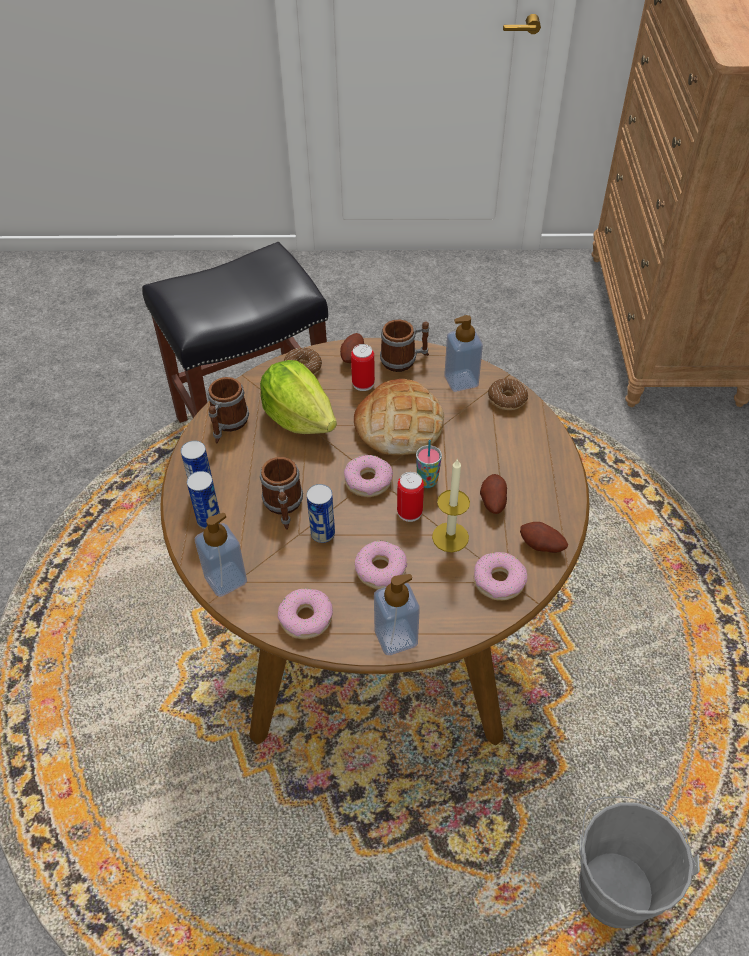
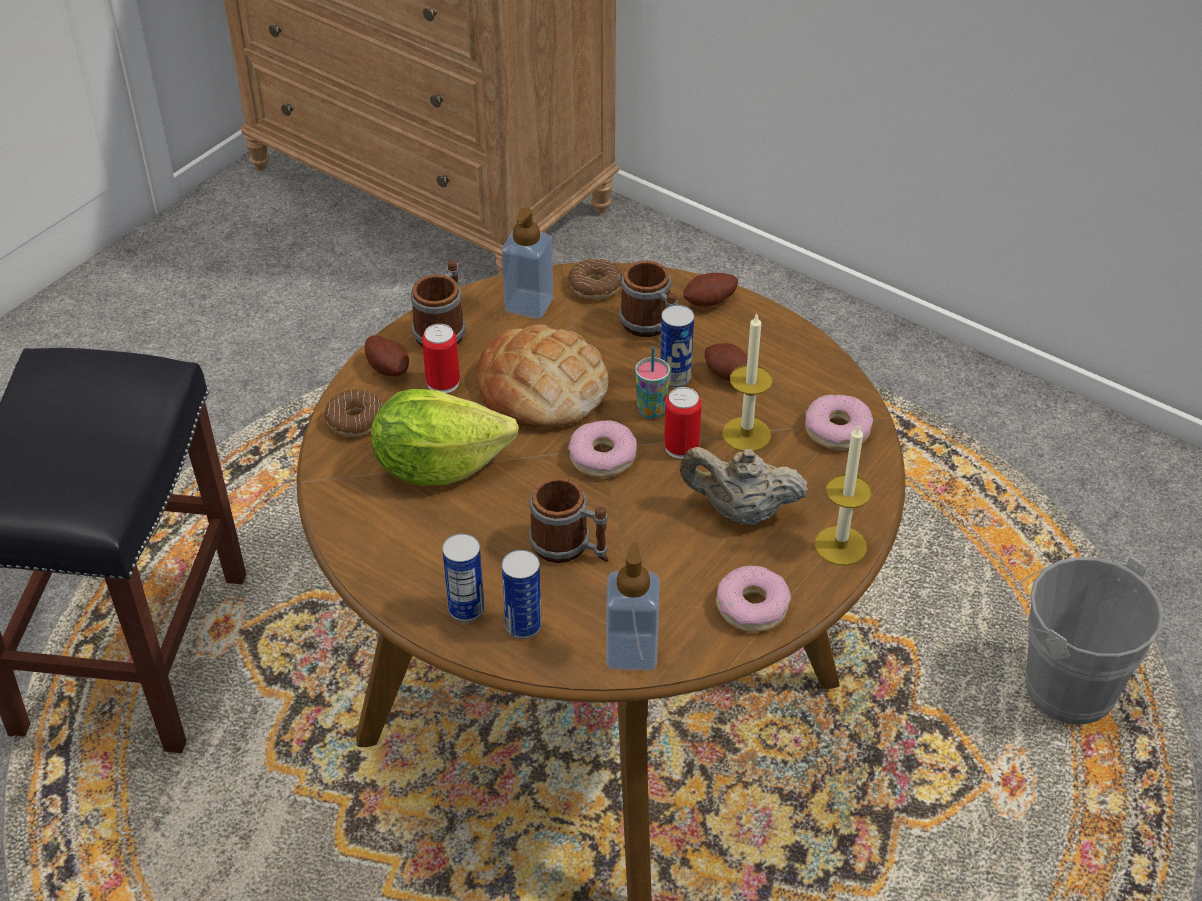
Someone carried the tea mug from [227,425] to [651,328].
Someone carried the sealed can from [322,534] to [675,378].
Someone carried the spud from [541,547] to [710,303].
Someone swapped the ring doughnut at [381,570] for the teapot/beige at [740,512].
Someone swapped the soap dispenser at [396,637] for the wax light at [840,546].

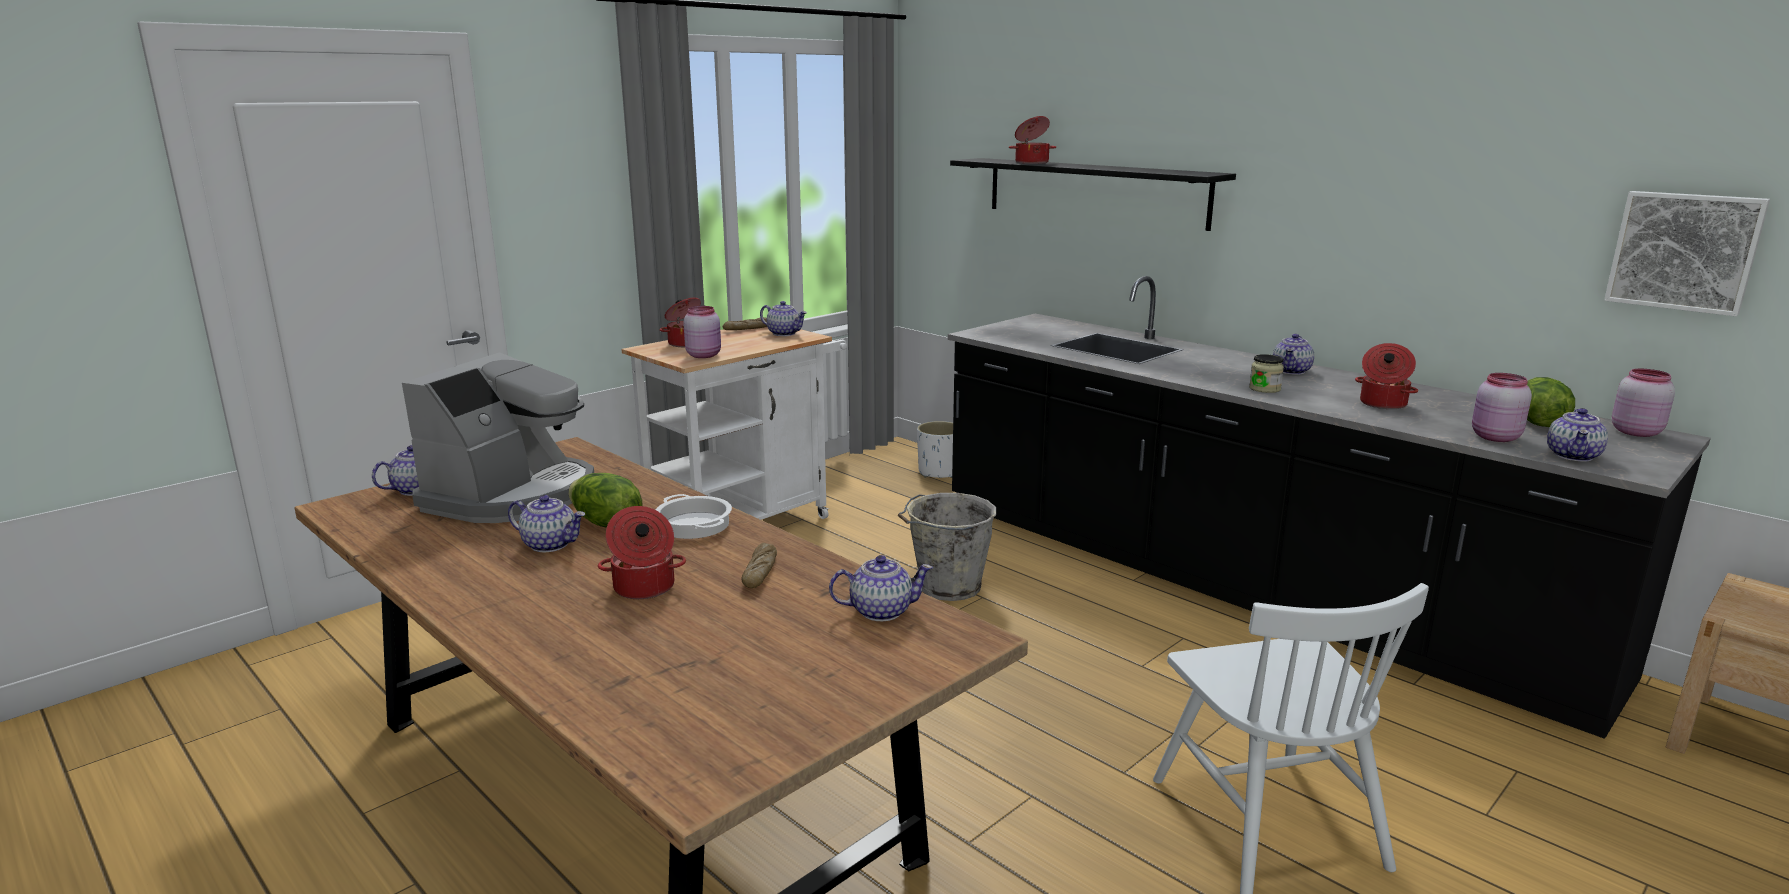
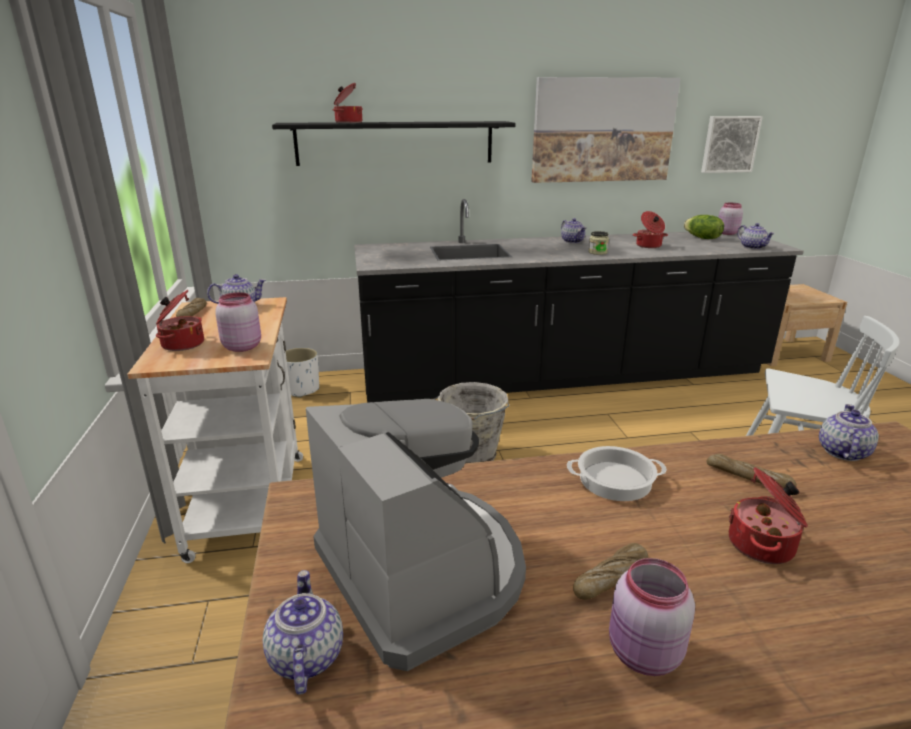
Someone took away the head of lettuce at [606,523].
Someone put up the wall art at [603,130].
Someone carried the preserve jar/pinkish from [1494,437] to [643,655].
Someone swapped the teapot at [551,544] for the bread at [611,578].

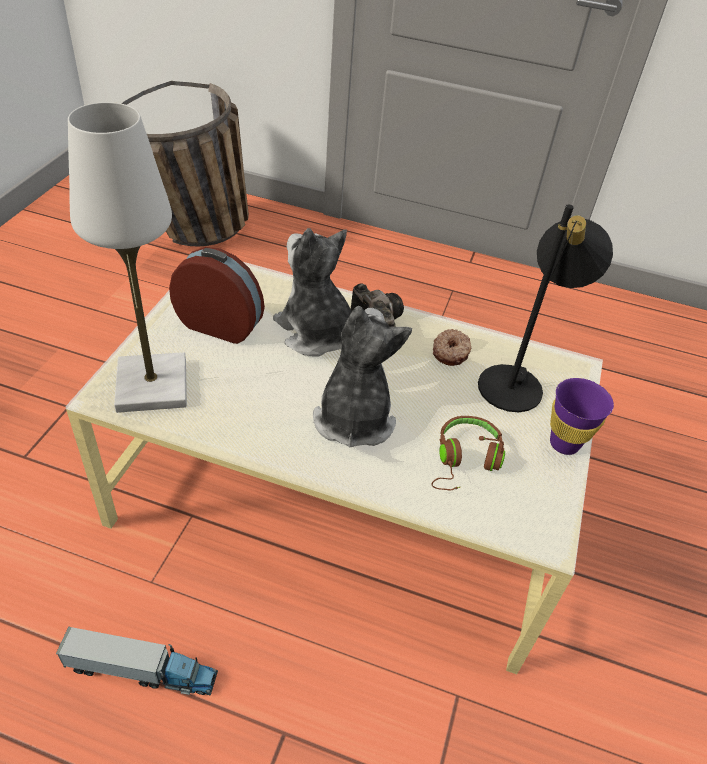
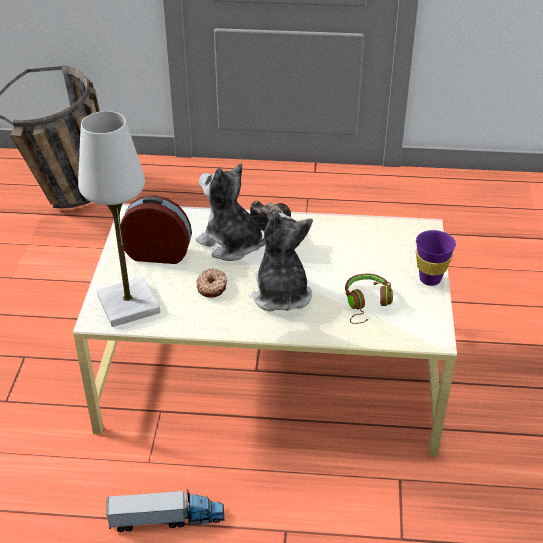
Someone took away the table lamp/blackish at [518,382].
Someone carried the ring doughnut from [451,352] to [212,287].

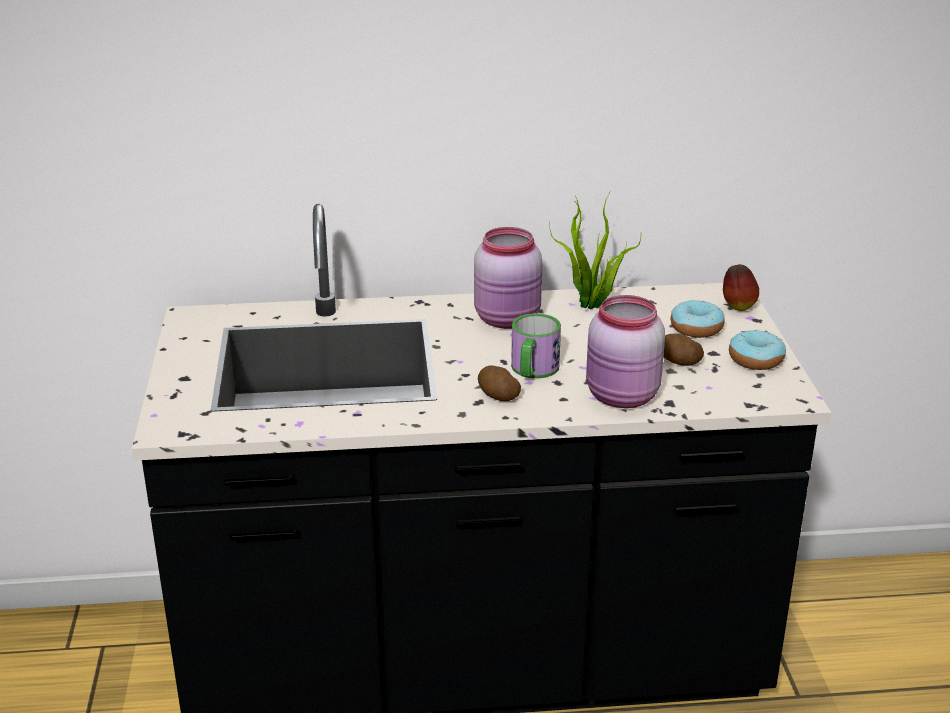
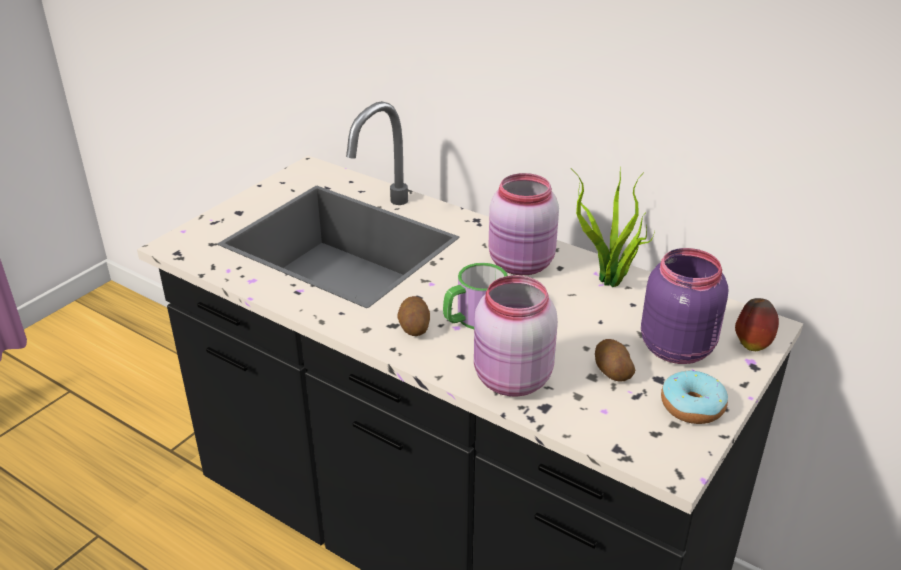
Someone swapped the ring doughnut at [696,328] for the preserve jar/purple-coloured at [678,347].

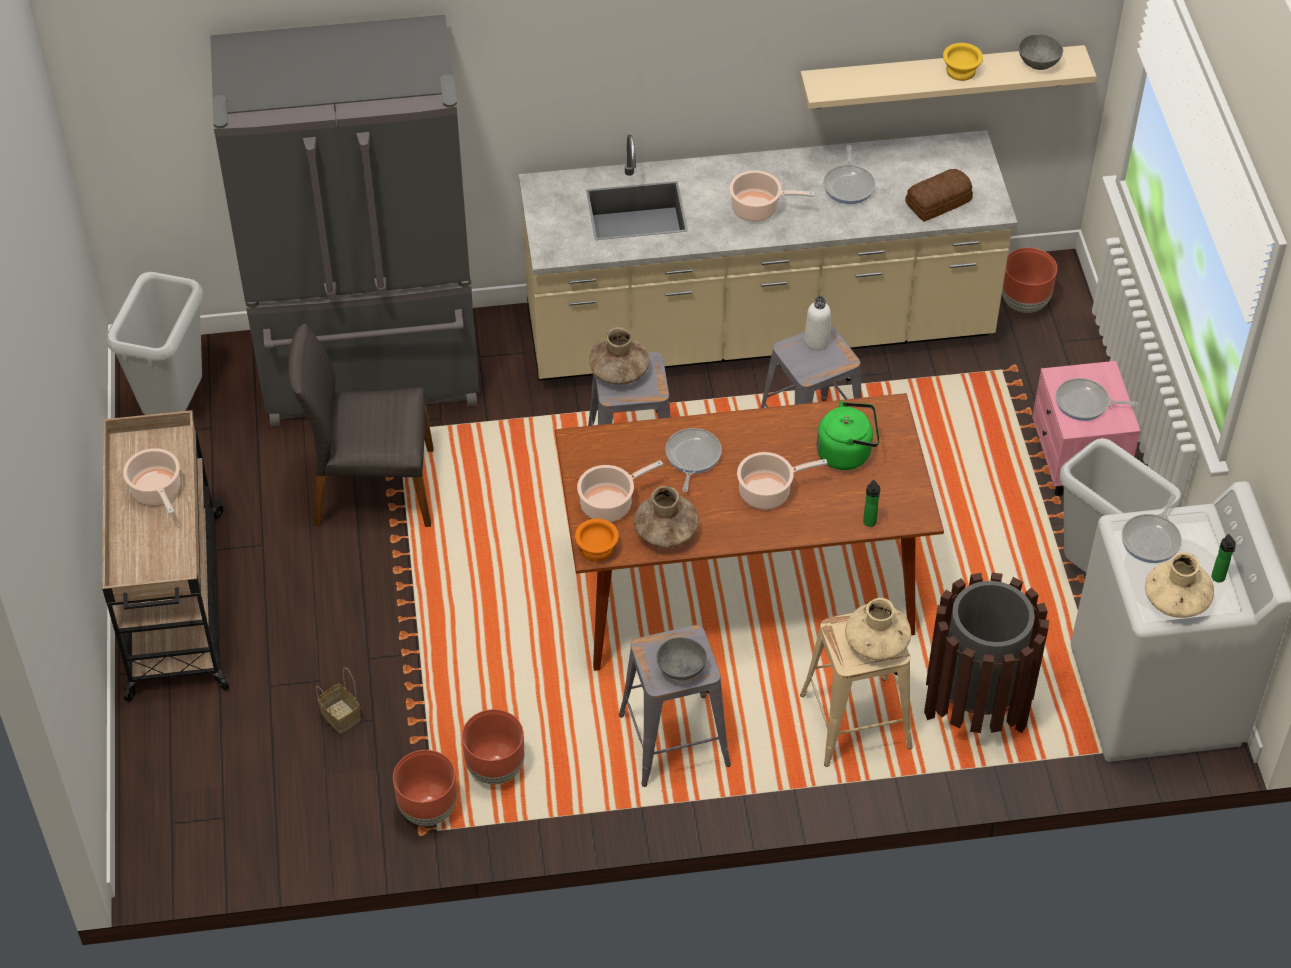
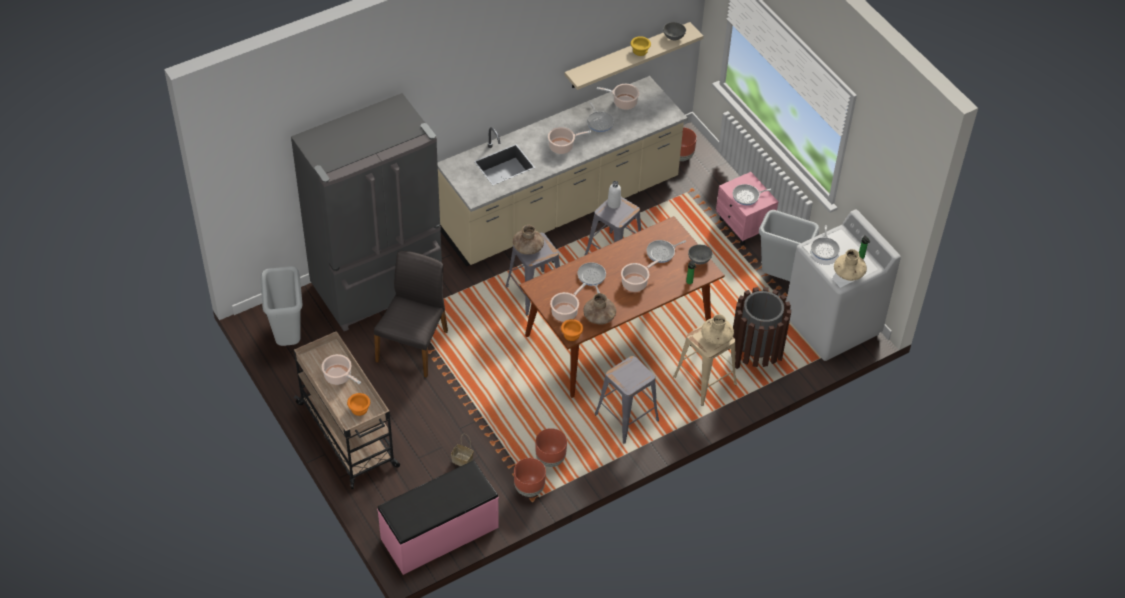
Someone took away the bread at [939,202].
Someone put down the bowl/orange-coloured at [359,409].
Someone put down the long seat/pinkish at [440,534].
Someone put down the cooking pot at [623,102].
Someone carried the bowl/gray from [682,670] to [699,260].
Someone swapped the tea kettle/greenish at [847,453] for the frying pan at [662,252].
Someone rotated the upright chair/gray at [372,488] by 135 degrees clockwise.

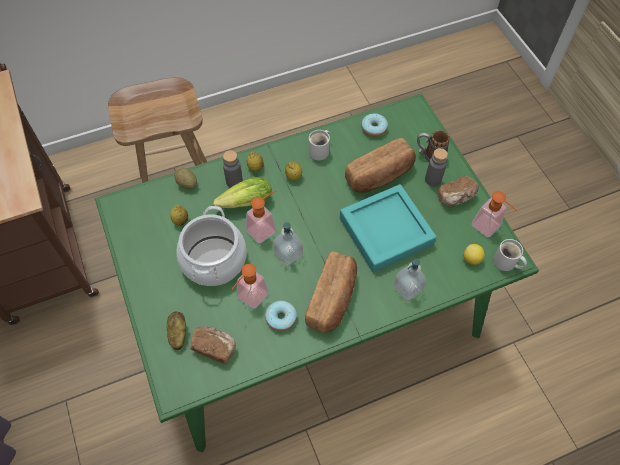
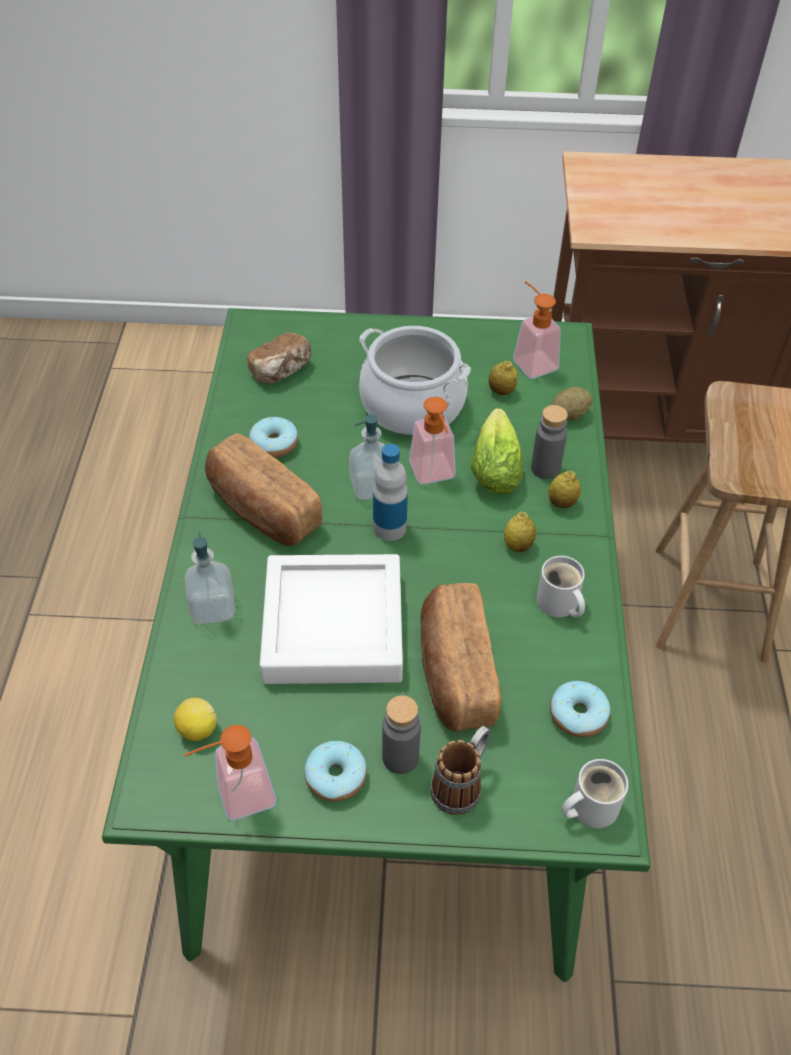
Someone took away the spud at [177,334].
Someone put down the bottle at [389,528].
Someone carried the soap dispenser from [249,299] to [531,360].
Someone carried the tea mug/white-coloured from [506,263] to [589,806].
Someone swapped the bread at [456,198] for the ring doughnut at [336,777].
Someone repainted the serving tray/turquoise-coloured at [386,231], which became the serving tray/white-coloured at [333,627].

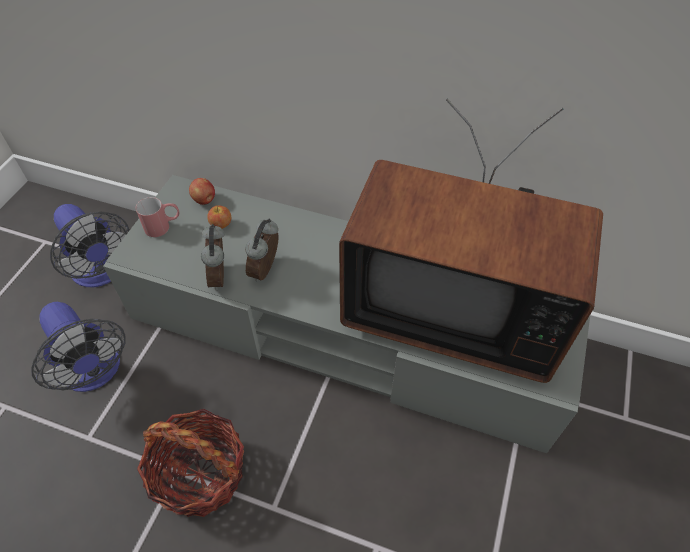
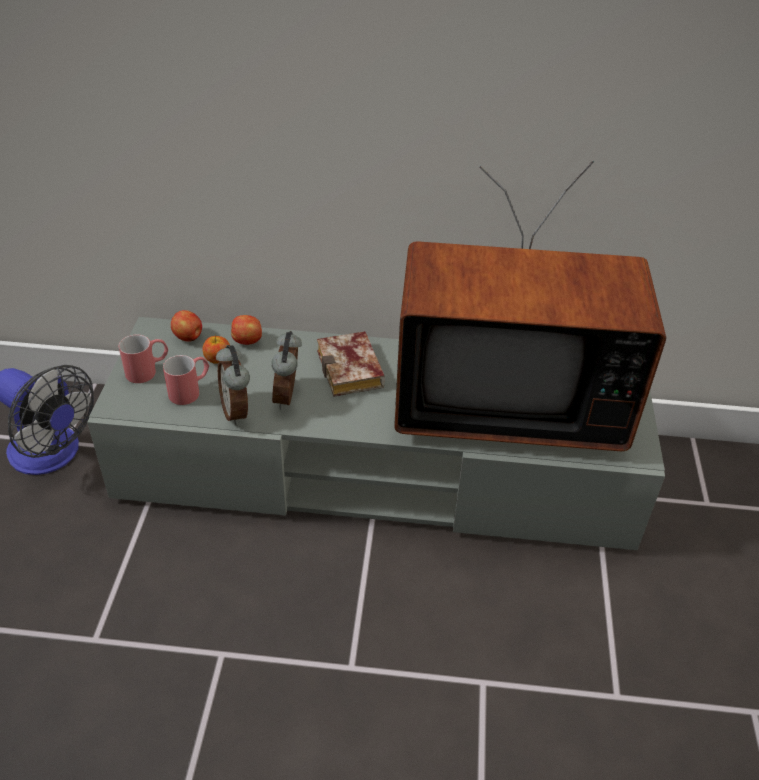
Someone took away the electric fan at [95,372].
Someone took away the storage basket at [200,473].
Someone put down the tea mug/red-coloured at [190,390].
Someone put down the apple at [248,341].
Someone put down the volume at [353,371].

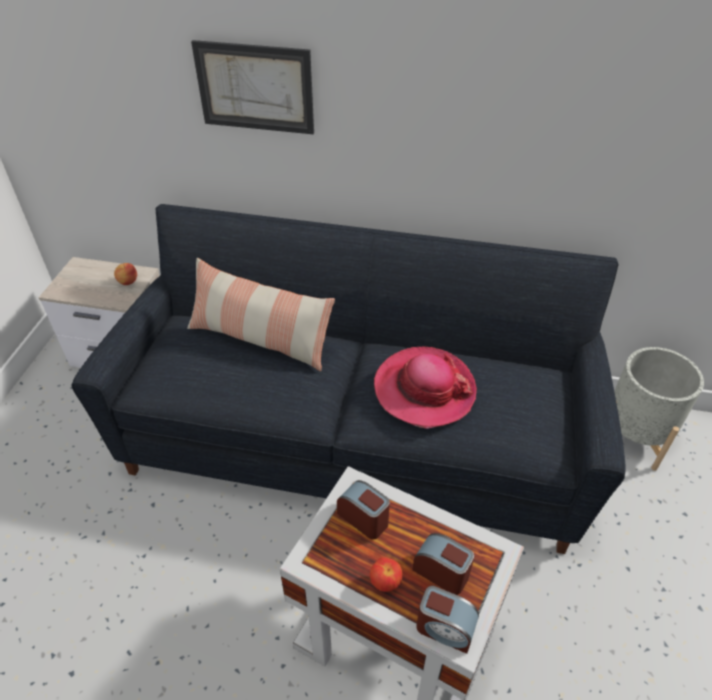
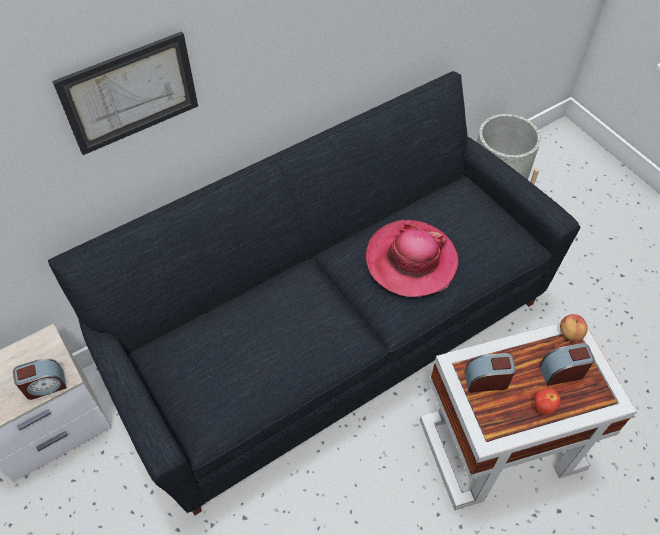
Someone took away the cushion at [260,338].
Someone carried the apple from [128,281] to [569,334].
Someone carried the bedside clock from [445,628] to [45,385].

